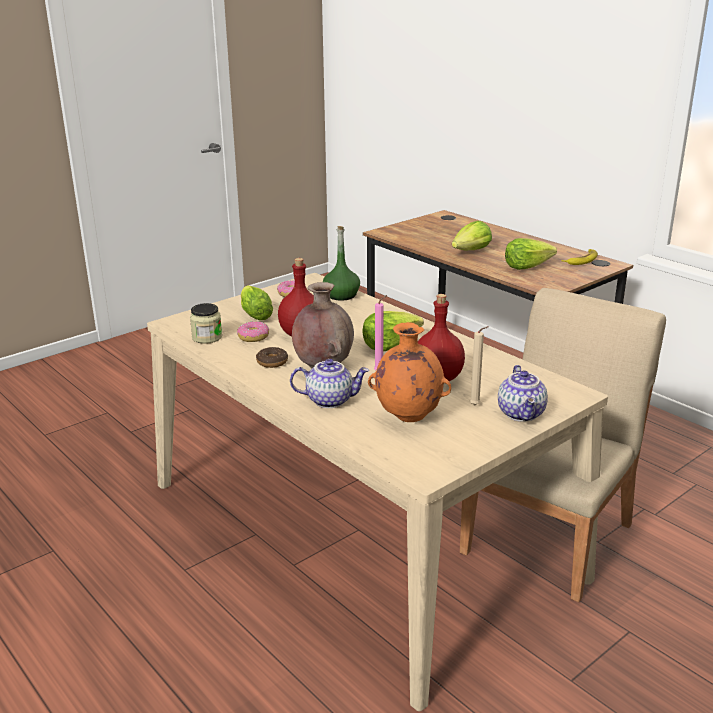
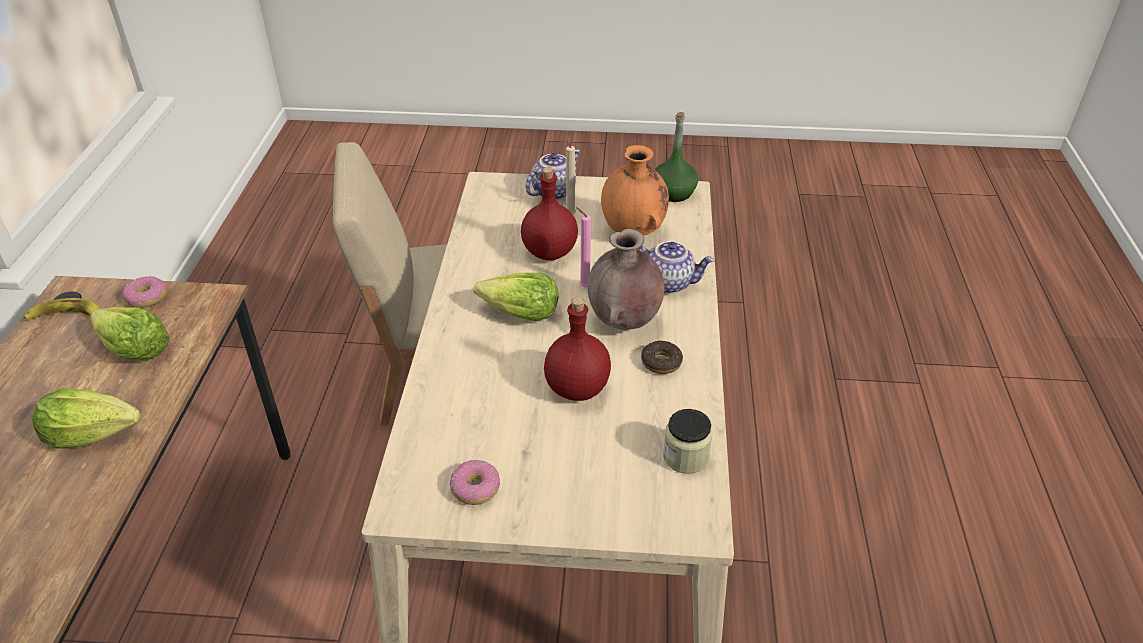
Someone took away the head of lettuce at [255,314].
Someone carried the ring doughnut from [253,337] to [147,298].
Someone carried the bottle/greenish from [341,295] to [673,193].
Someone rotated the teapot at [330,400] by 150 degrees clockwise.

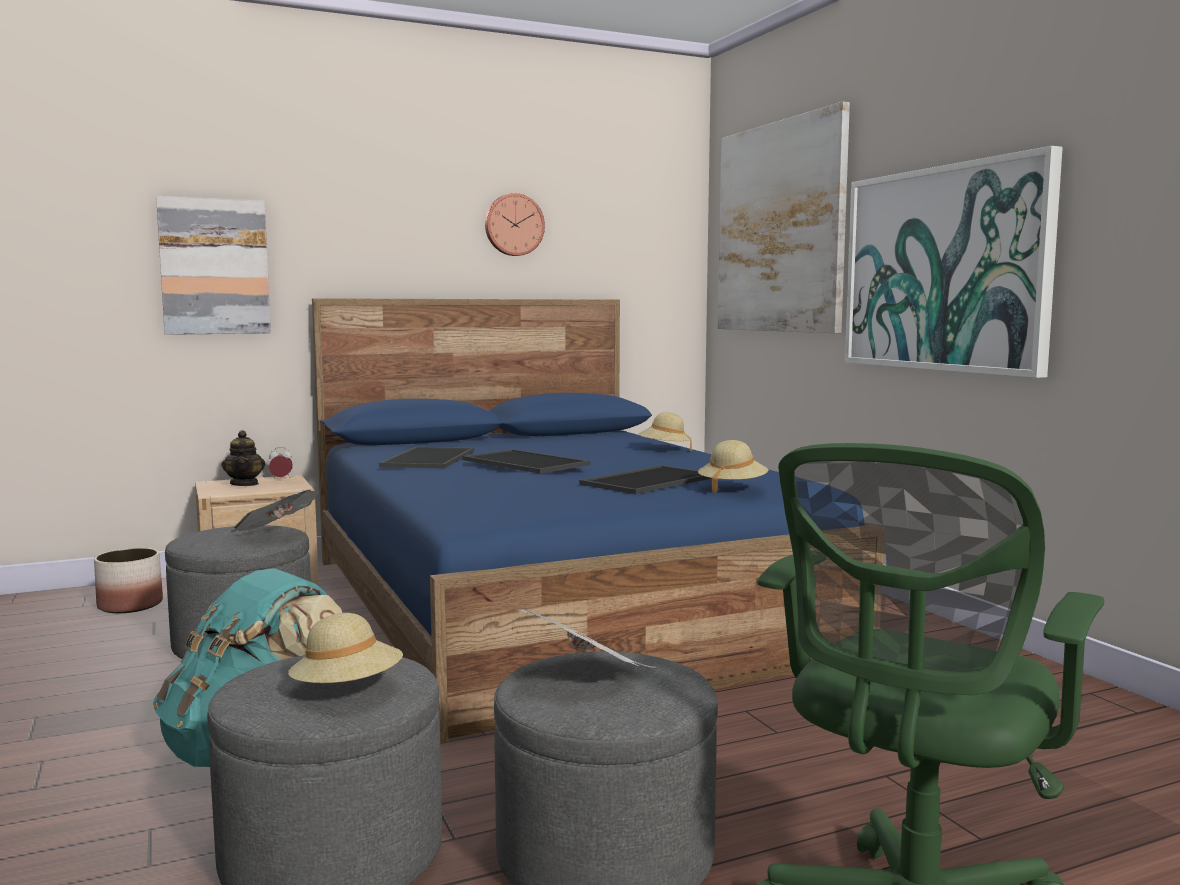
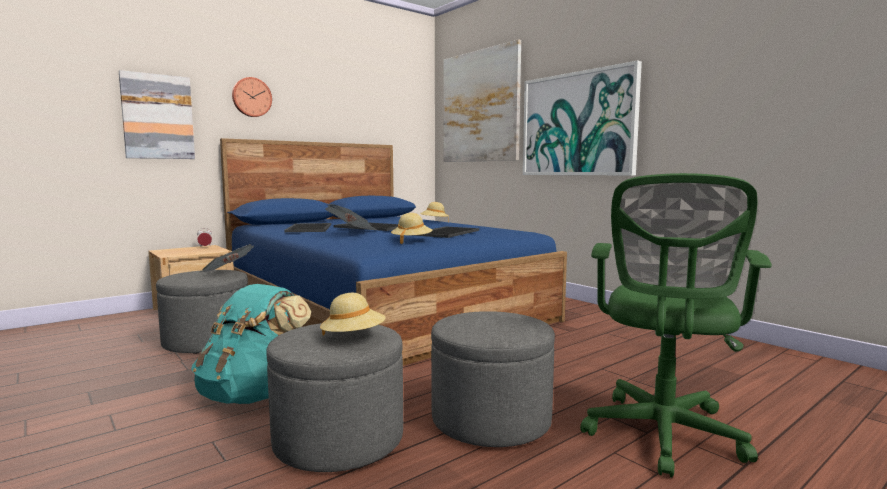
Someone took away the flower pot at [130,605].
Someone took away the teapot at [245,484].
Someone carried the hanging clock from [513,225] to [251,97].
Someone carried the daily paper from [586,675] to [352,231].
Someone carried the clothing hat/beige from [732,488] to [411,241].

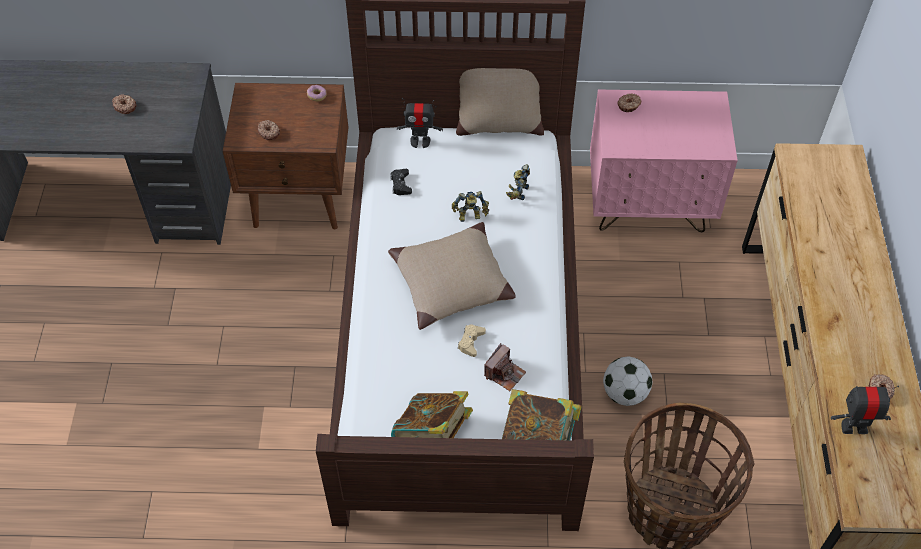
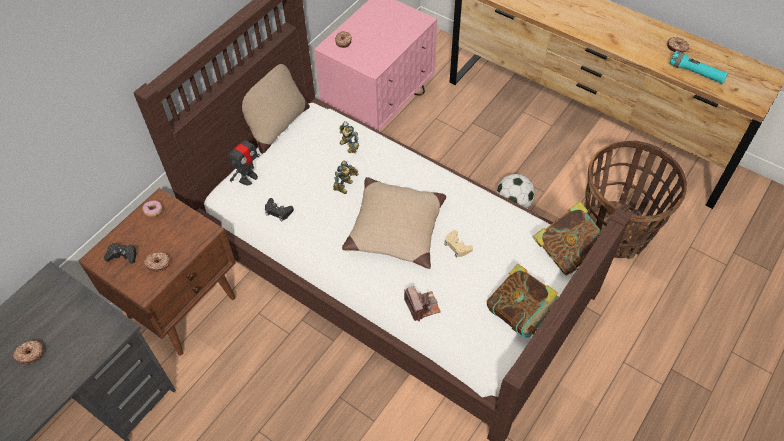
Someone put down the joypad/blackish at [122,255].
Someone carried the still camera from [504,373] to [422,306].
Someone swapped the toy robot at [854,427] for the torch/turquoise-coloured at [696,73].

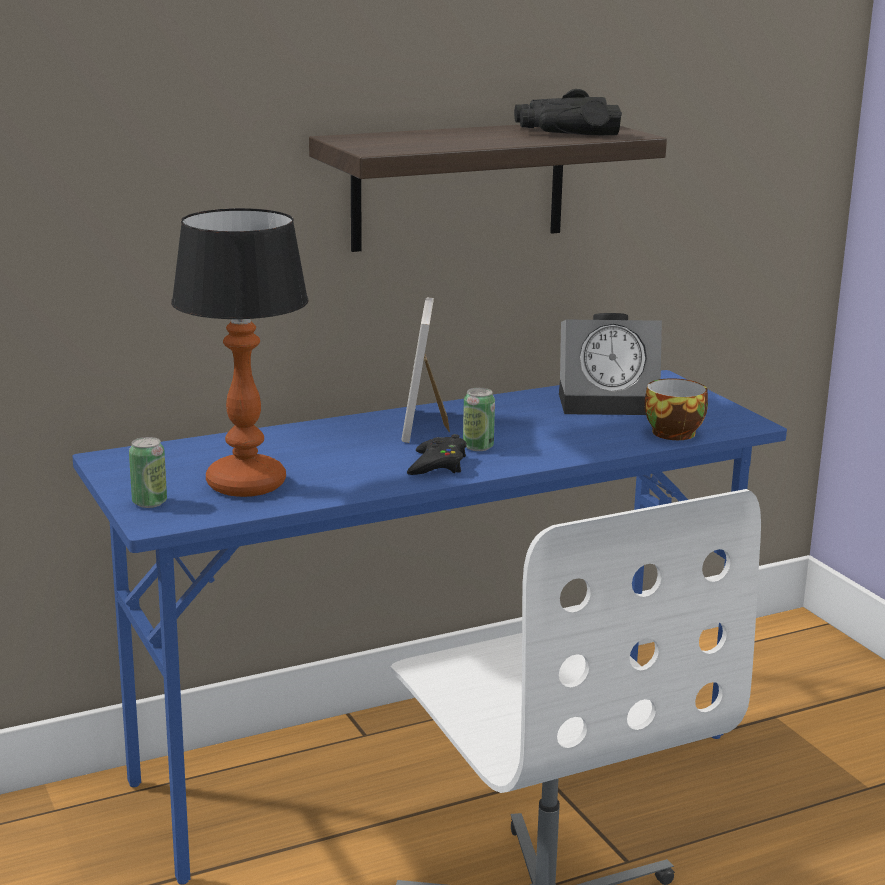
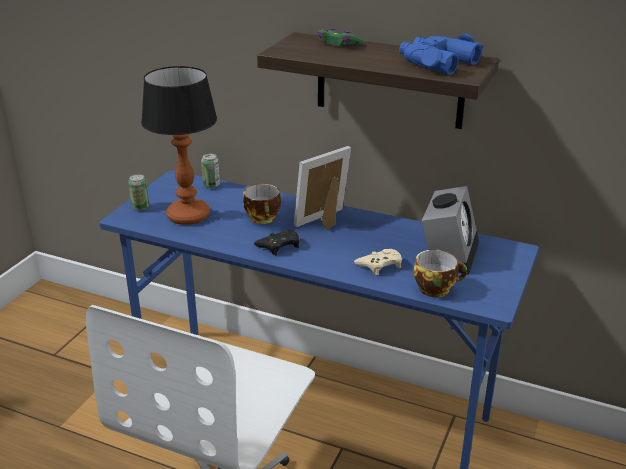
Someone put down the drinking cup at [264,218].
Someone put down the joypad/greenish at [338,44].
Someone put down the joypad/beige at [380,265].
Someone carried the sealed can from [478,447] to [211,185].
Someone repainted the pair of binoculars/blackish at [565,130], which became the pair of binoculars/bluish at [436,62].
Someone rotated the bedside clock at [611,402] by 120 degrees counterclockwise.

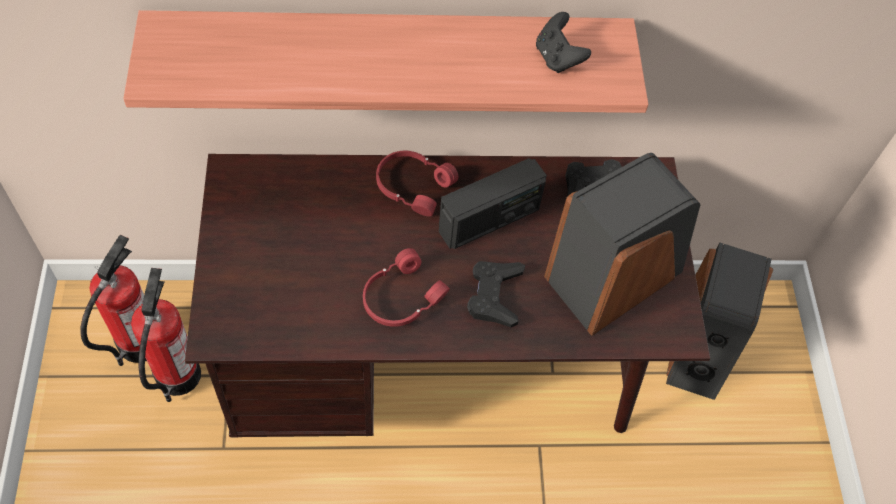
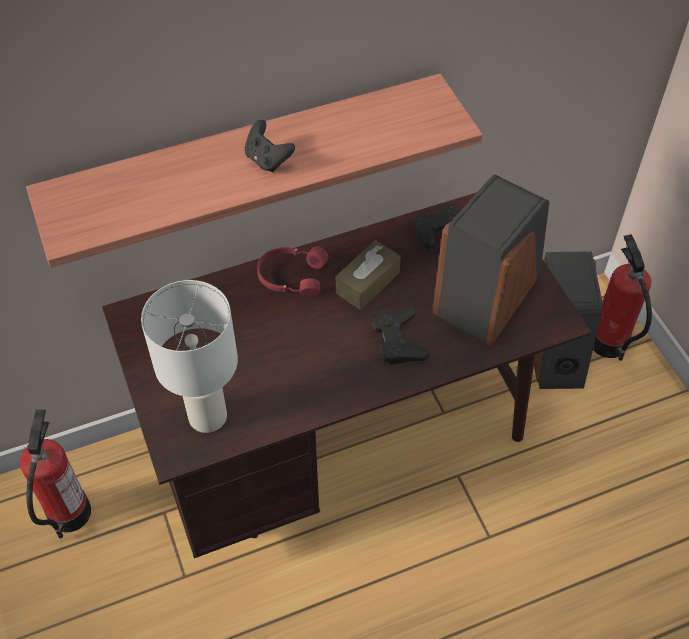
Someone took away the pair of headphones/red-coloured at [400,297].
Someone put down the table lamp/white-coloured at [206,417].
Someone carried the extinguisher from [177,375] to [607,343].
Someone carried the joypad/blackish from [558,58] to [267,160].
Someone swapped the radio set at [489,220] for the tissue box/brown at [367,283].

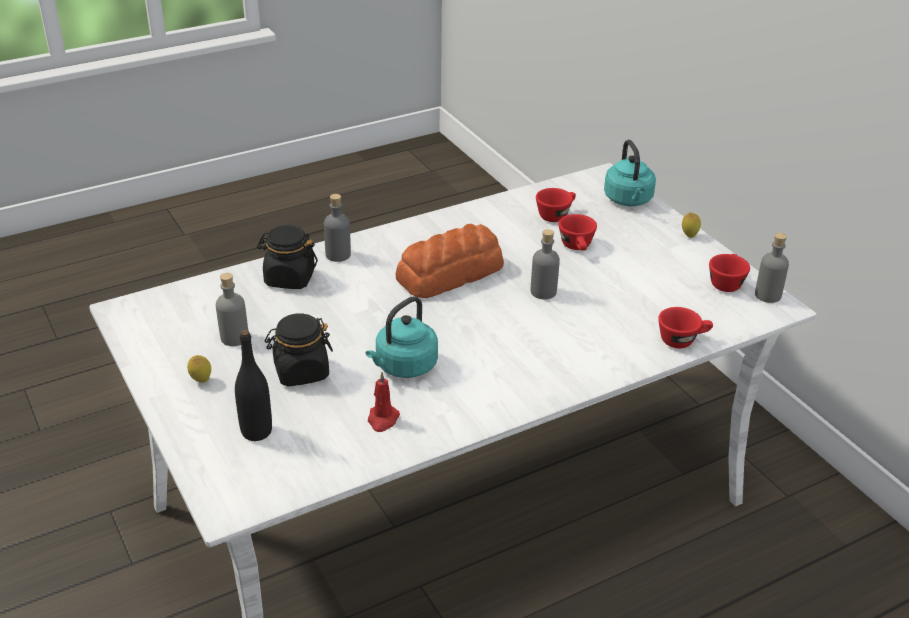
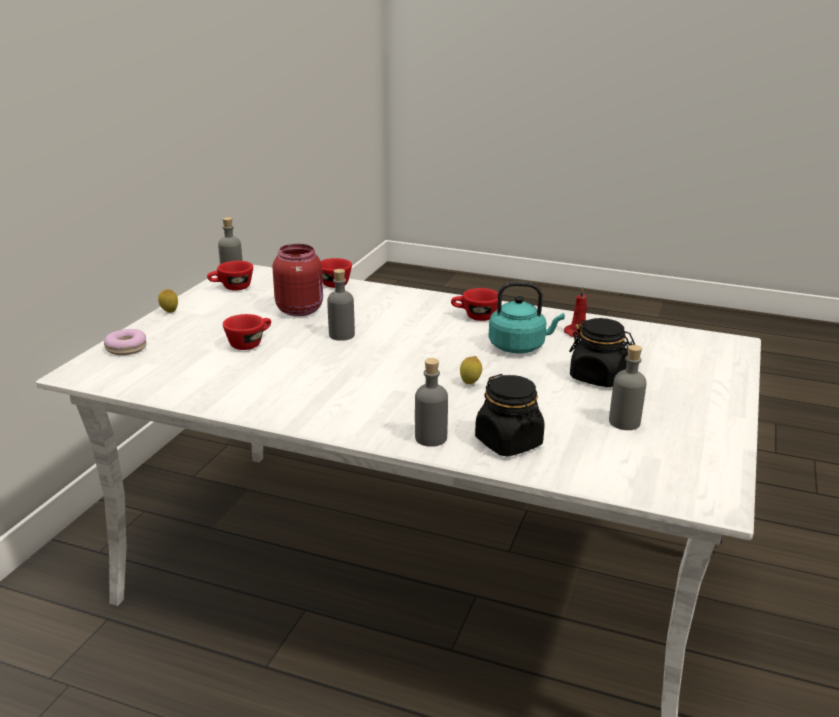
Someone took away the bottle/blackish at [256,431].
Someone took away the bread at [451,273].
Someone put down the preserve jar/red-coloured at [300,310].
Someone carried the whole lemon from [201,381] to [470,384].
Someone carried the drinking cup/red-coloured from [556,215] to [475,317].
Someone swapped the tea kettle/turquoise-coloured at [629,200] for the ring doughnut at [126,348].

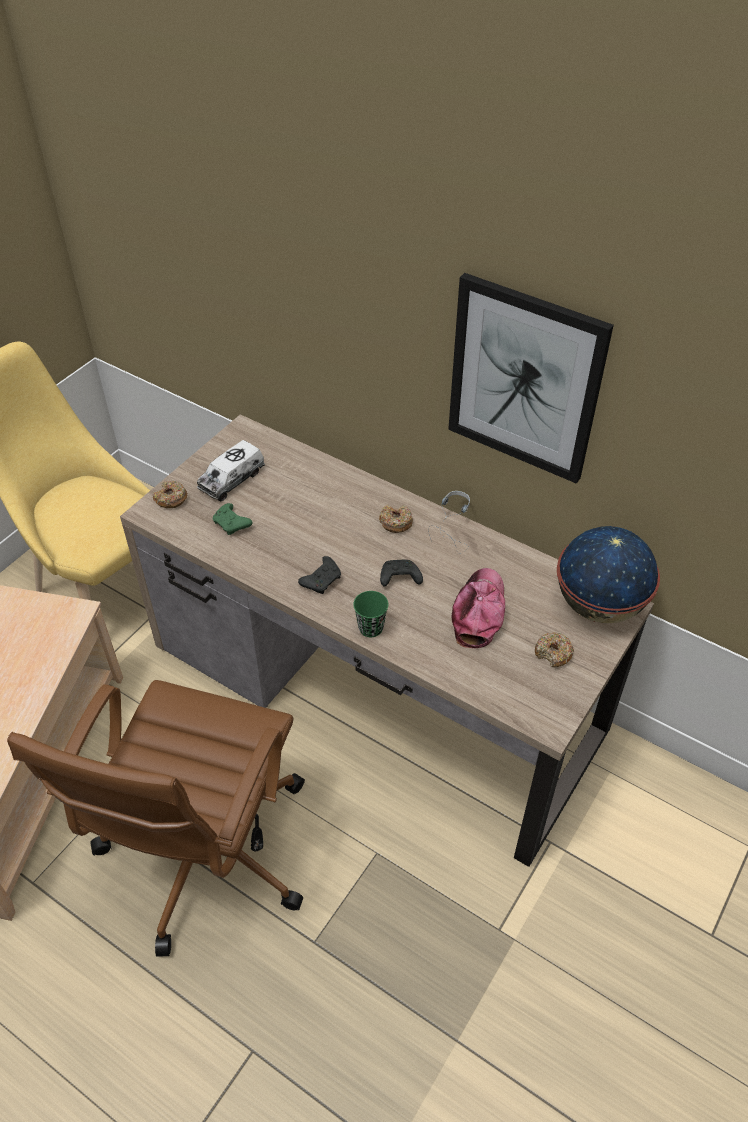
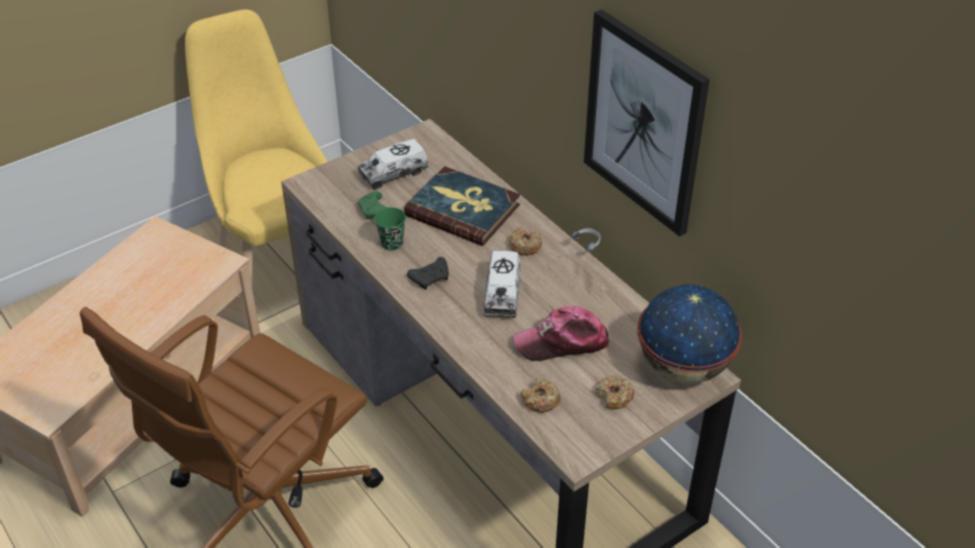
Someone put down the volume at [463,210].
Someone carried the ring doughnut from [171,499] to [540,400].
Someone carried the drinking cup/greenish from [371,628] to [392,243].
Someone swapped the joypad/blackish at [399,578] for the toy truck at [502,294].
Someone rotated the baseball cap at [478,612] by 135 degrees counterclockwise.

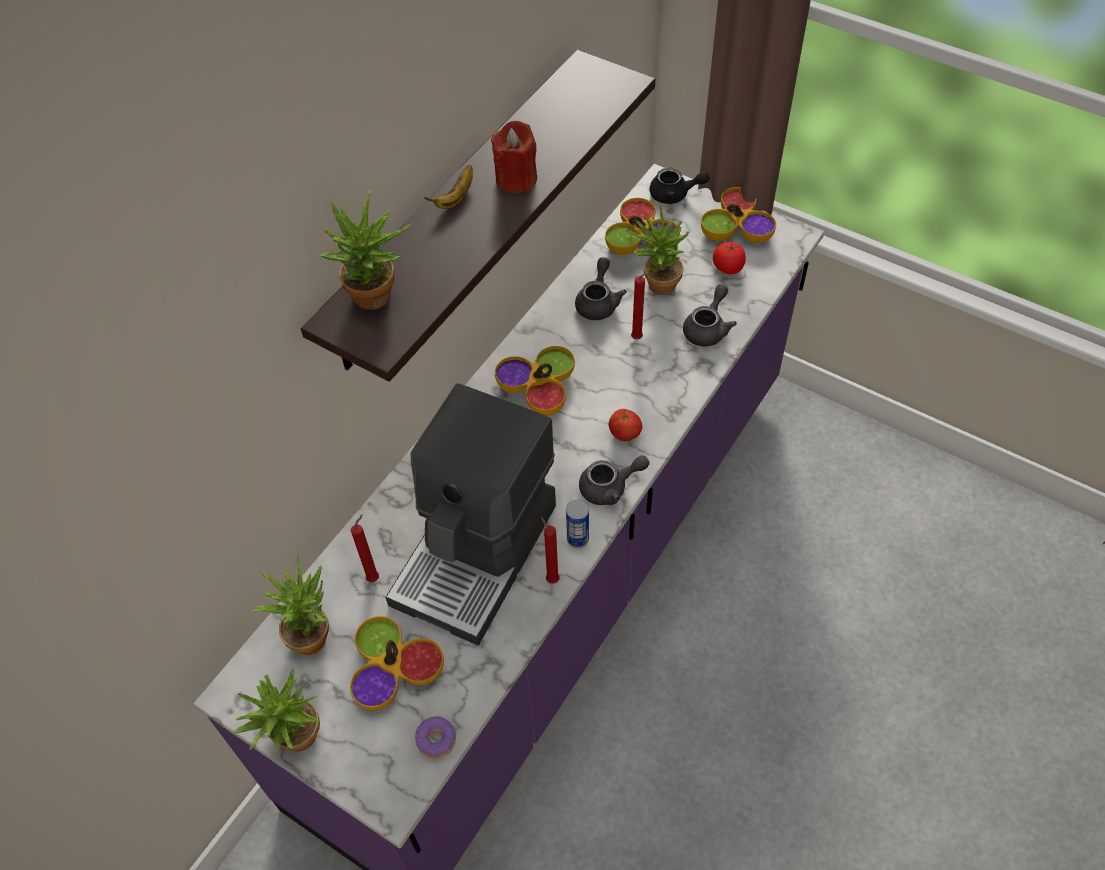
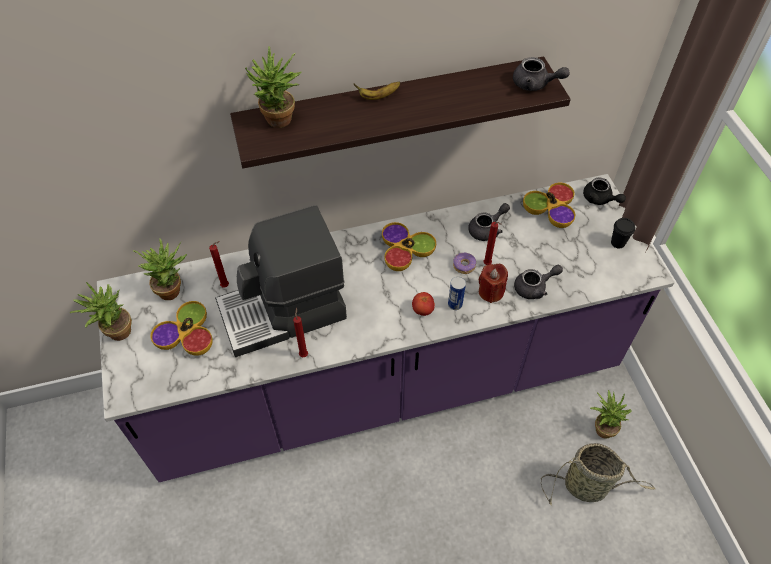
Someone took away the fresh tomato at [728,267].
Someone put down the storage basket at [588,486].
Someone carried the ring doughnut from [436,740] to [464,266].
Someone carried the wax light/red-coloured from [516,179] to [491,292].
Someone carried the sealed can from [577,539] to [455,304].
Someone carried the teapot/gray from [610,487] to [535,84].
Someone carried the houseplant from [656,284] to [601,427].
Someone swapped the bowl at [736,227] for the drinking cup/blackish at [617,243].

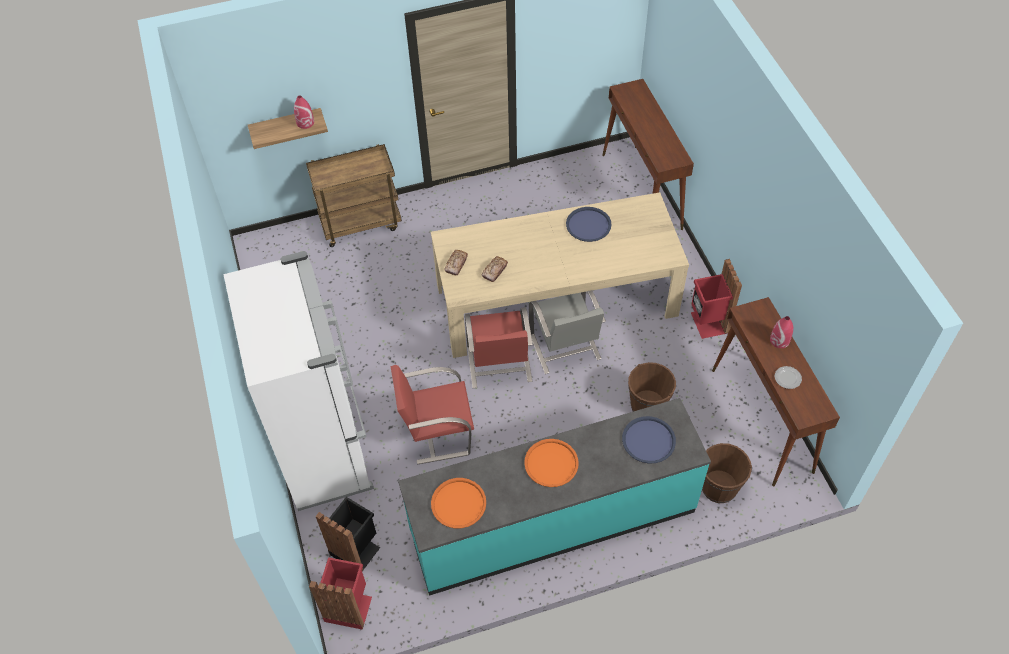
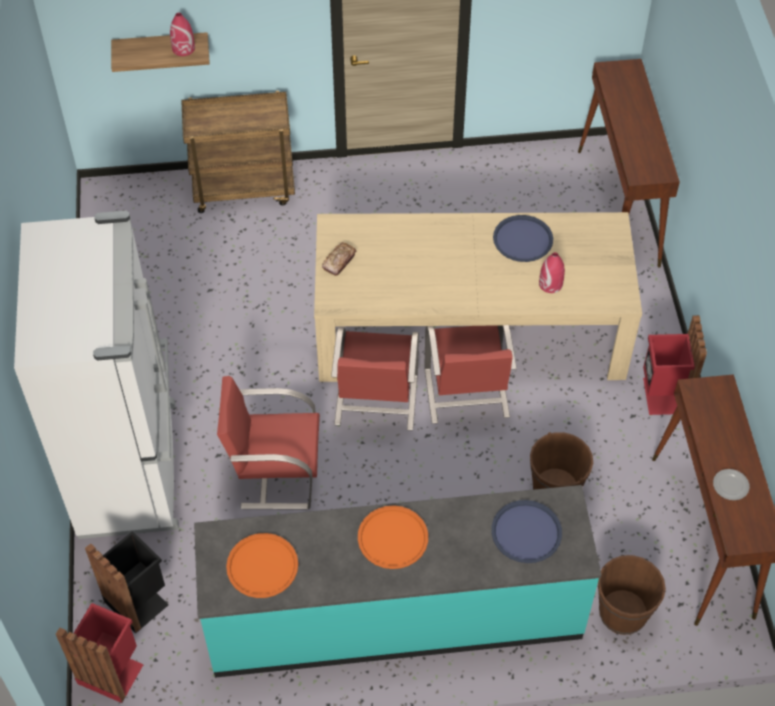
Someone took away the bread at [495,271].
Someone carried the decorative vase/red-coloured from [779,340] to [550,284].
Someone repainted the upright chair/gray at [565,348], which became the upright chair/red-coloured at [466,394].

